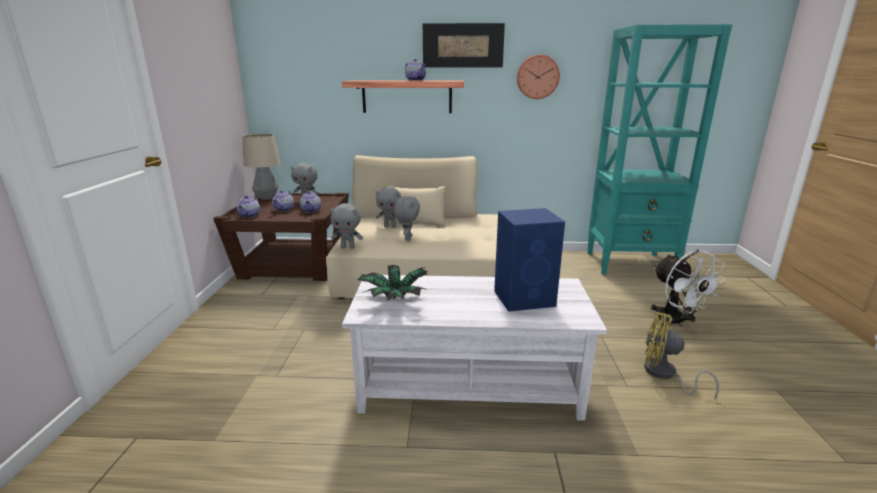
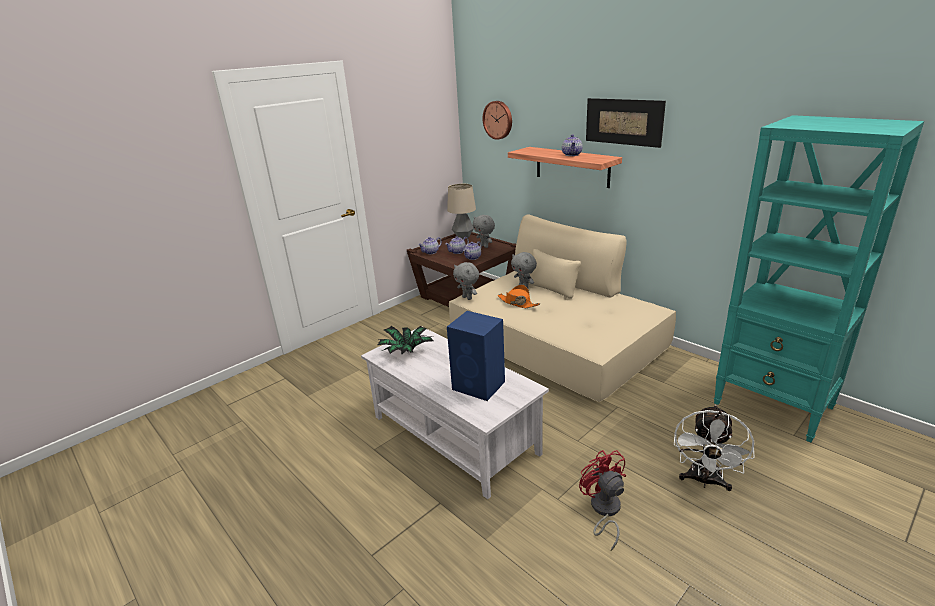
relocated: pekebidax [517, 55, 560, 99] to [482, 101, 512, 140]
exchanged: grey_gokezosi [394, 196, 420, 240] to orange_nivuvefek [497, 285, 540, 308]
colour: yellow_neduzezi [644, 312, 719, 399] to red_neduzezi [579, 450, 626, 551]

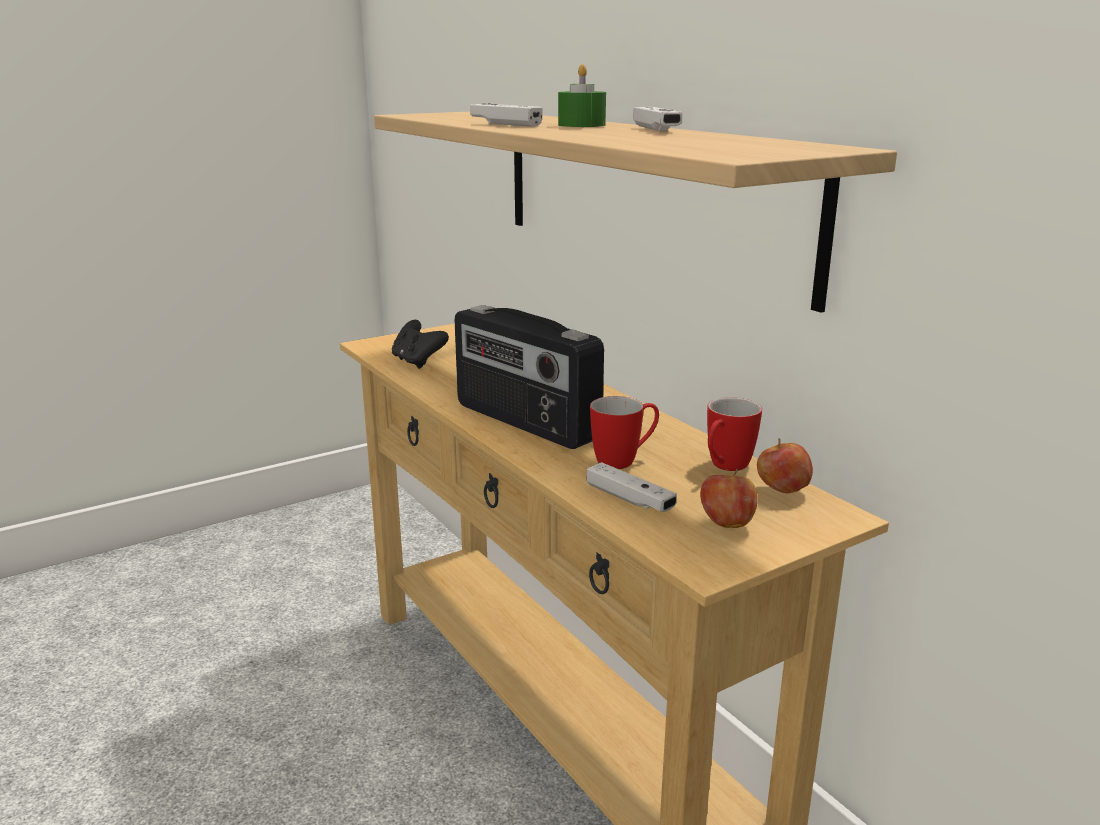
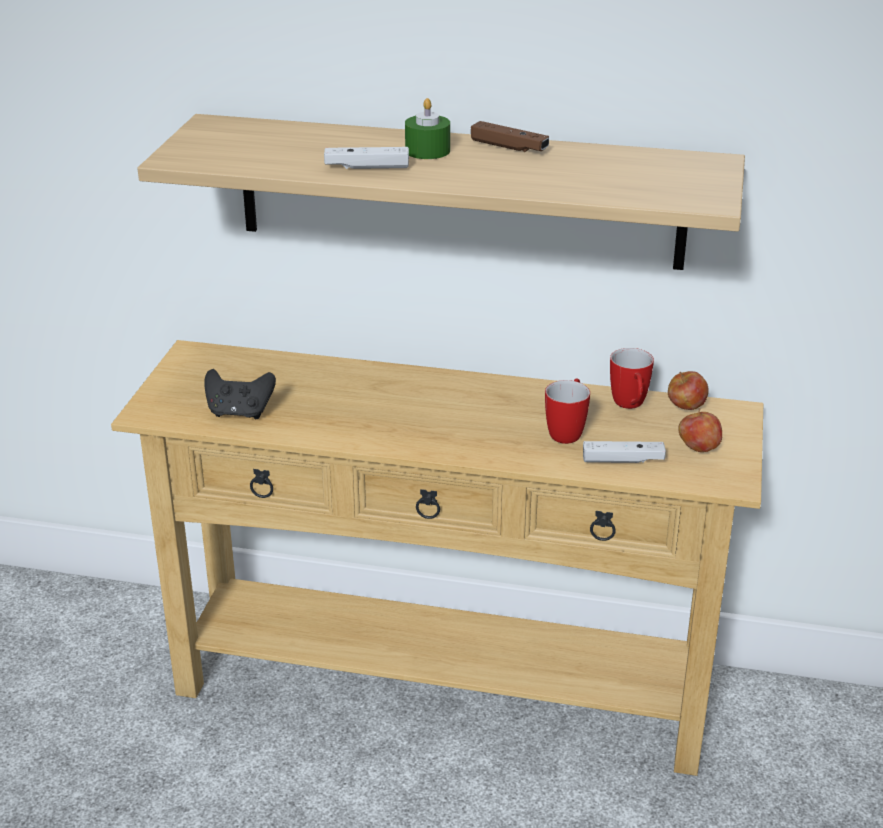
missing: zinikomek [455, 305, 604, 449]
colour: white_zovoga [634, 107, 682, 131] to brown_zovoga [471, 121, 549, 152]

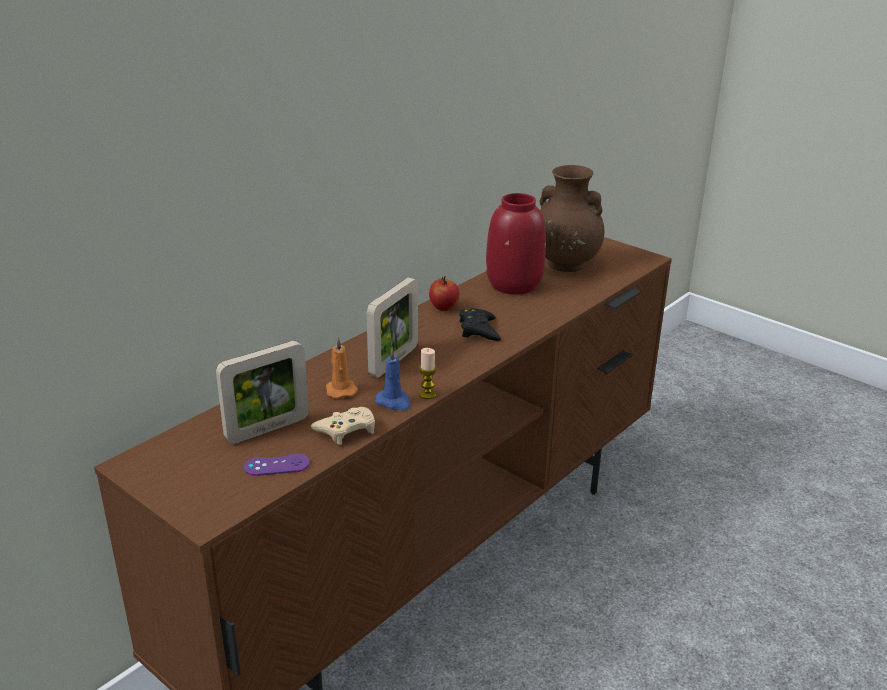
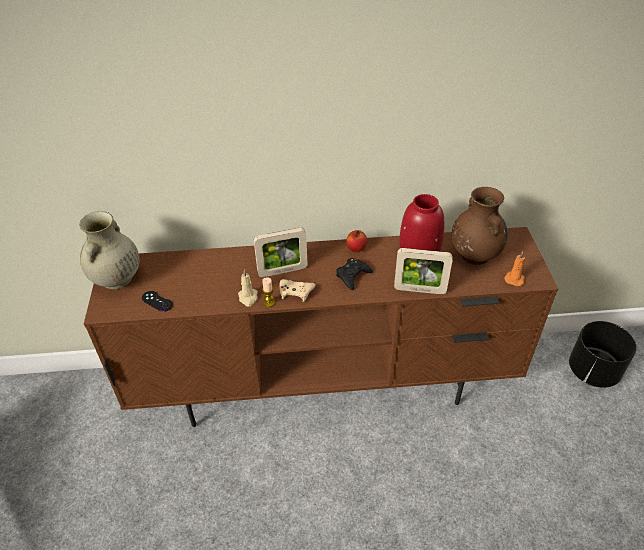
appeared: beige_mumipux [79, 211, 139, 289]; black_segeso [569, 321, 637, 388]
relocated: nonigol [216, 341, 309, 444] to [394, 248, 453, 294]; beige_zovoga [311, 407, 375, 445] to [279, 279, 316, 302]; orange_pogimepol [326, 337, 358, 398] to [504, 251, 525, 286]
colour: purple_zovoga [244, 454, 310, 476] to black_zovoga [142, 291, 173, 312]; blue_pogimepol [375, 348, 411, 410] to beige_pogimepol [238, 269, 258, 306]

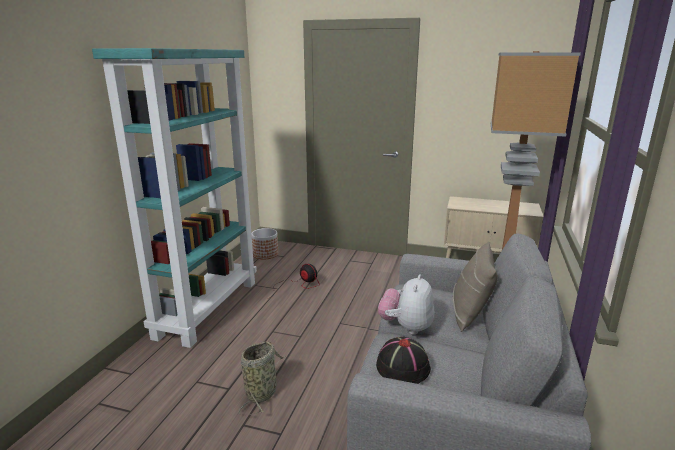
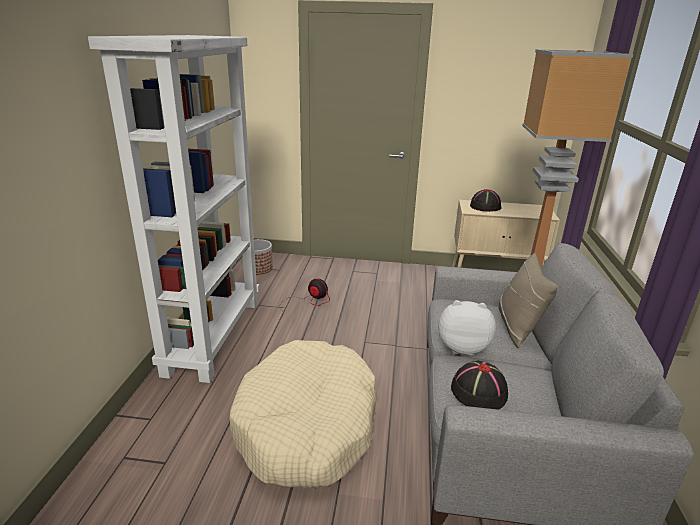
appeared: black_nivuvefek [470, 189, 501, 212]
exchanged: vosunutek [239, 342, 286, 415] to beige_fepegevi [229, 340, 377, 489]
colour: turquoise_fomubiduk [92, 48, 257, 348] to white_fomubiduk [88, 35, 260, 383]
spun: gokezosi [378, 274, 434, 335] = [438, 300, 496, 356] 90 degrees clockwise

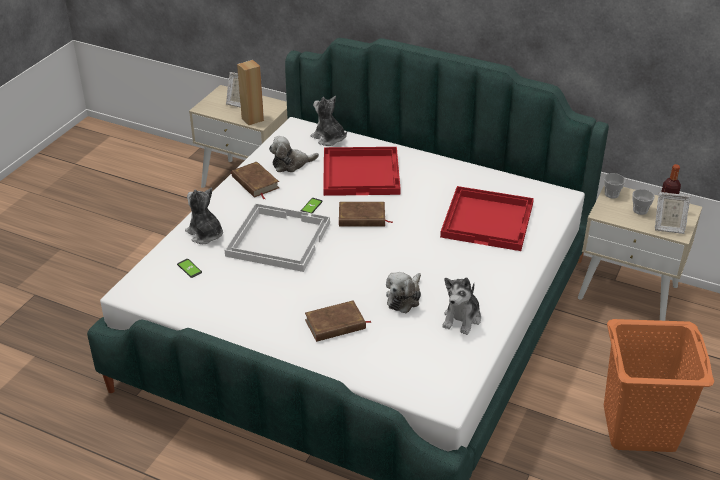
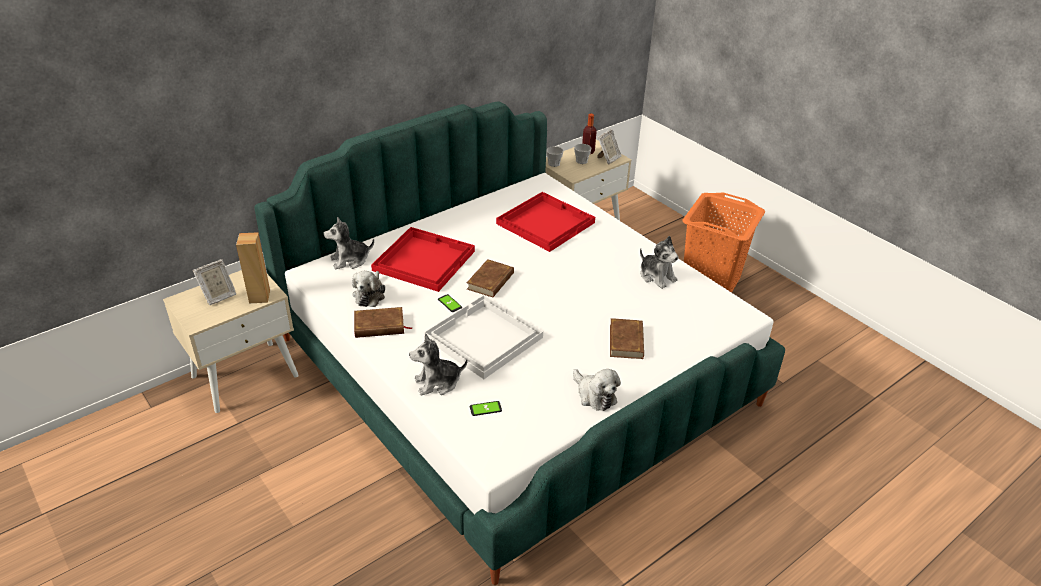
relocated: gokezosi [386, 272, 421, 314] to [573, 369, 621, 411]

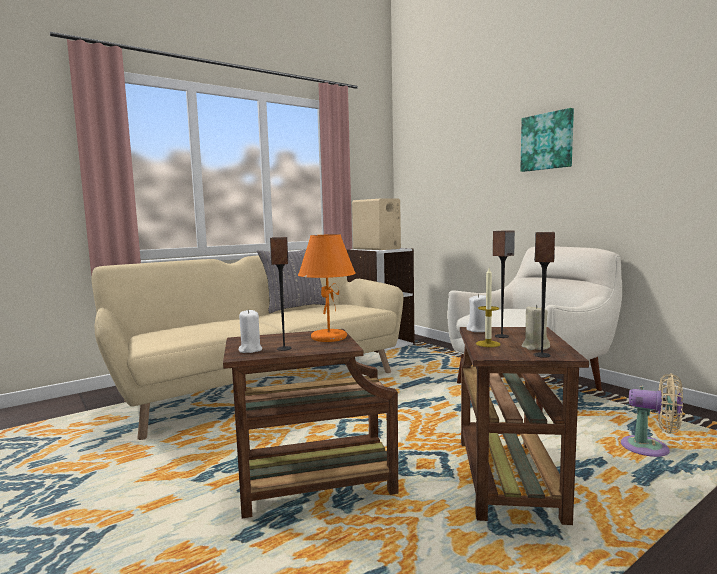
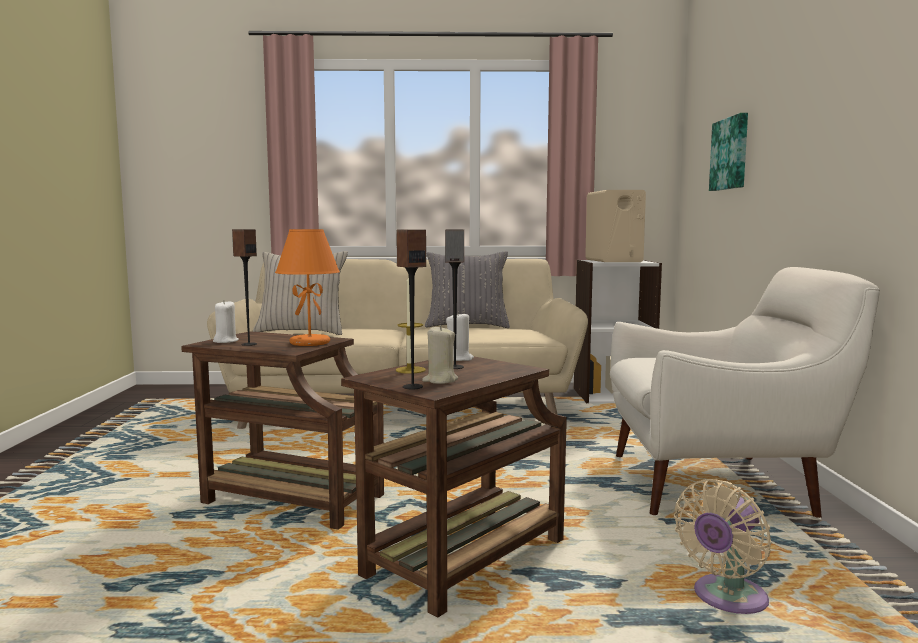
appeared: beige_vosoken [253, 251, 348, 335]
relocated: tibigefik [520, 108, 574, 172] to [709, 113, 748, 191]
spun: beige_neduzezi [621, 373, 683, 457] = [674, 479, 772, 614] 75 degrees clockwise

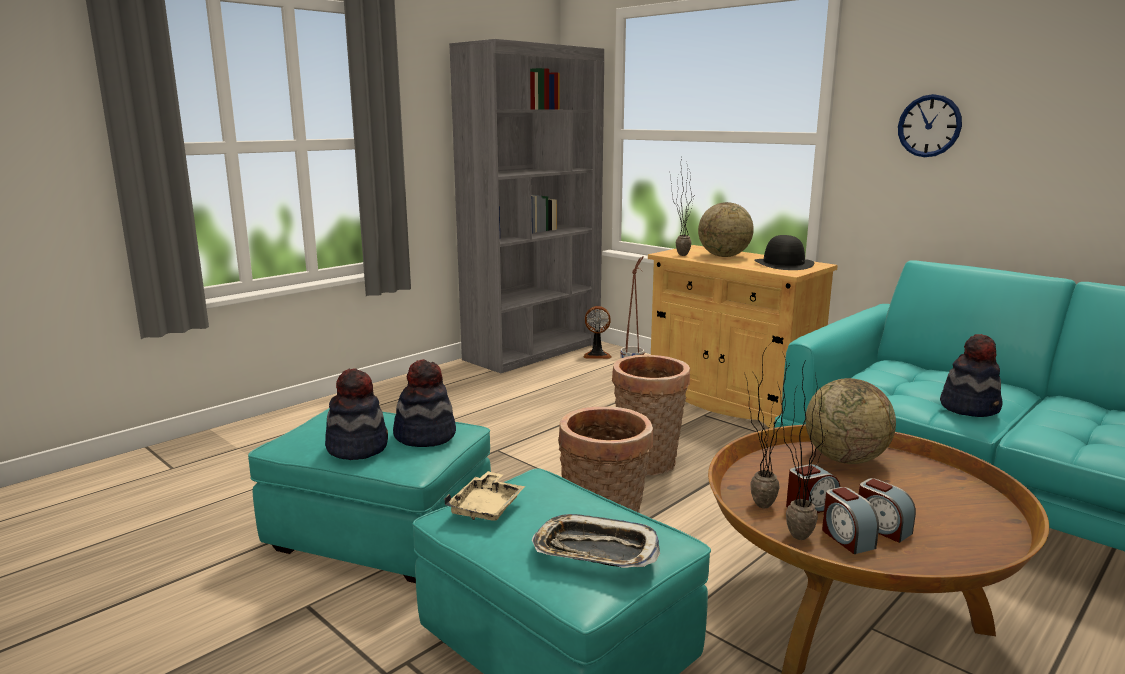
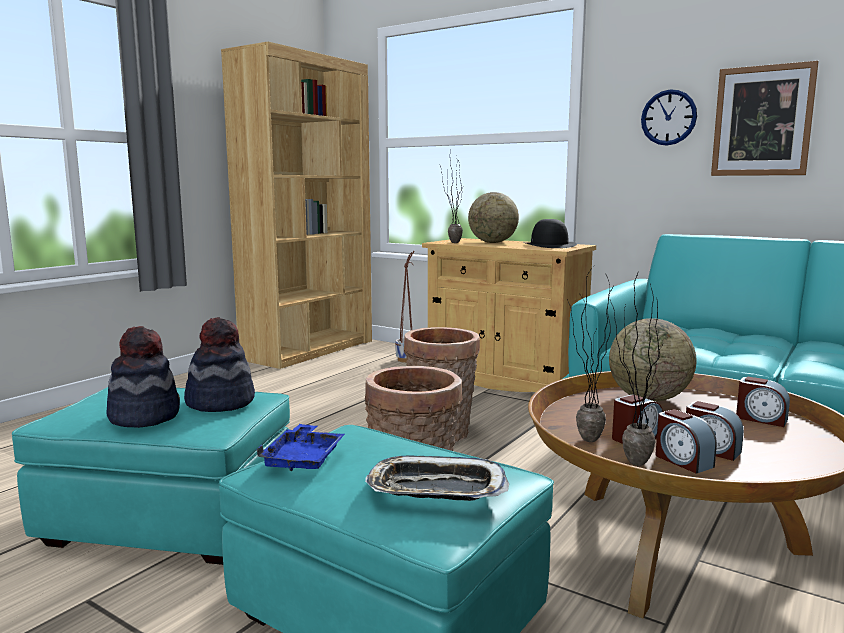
missing: neduzezi [583, 306, 612, 359]; nivuvefek [940, 334, 1003, 417]
appeared: tibigefik [711, 61, 819, 176]; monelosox [736, 377, 790, 427]
colour: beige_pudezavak [444, 471, 526, 521] to blue_pudezavak [256, 424, 345, 471]; grey_fomubiduk [449, 39, 604, 373] to brown_fomubiduk [221, 42, 372, 369]

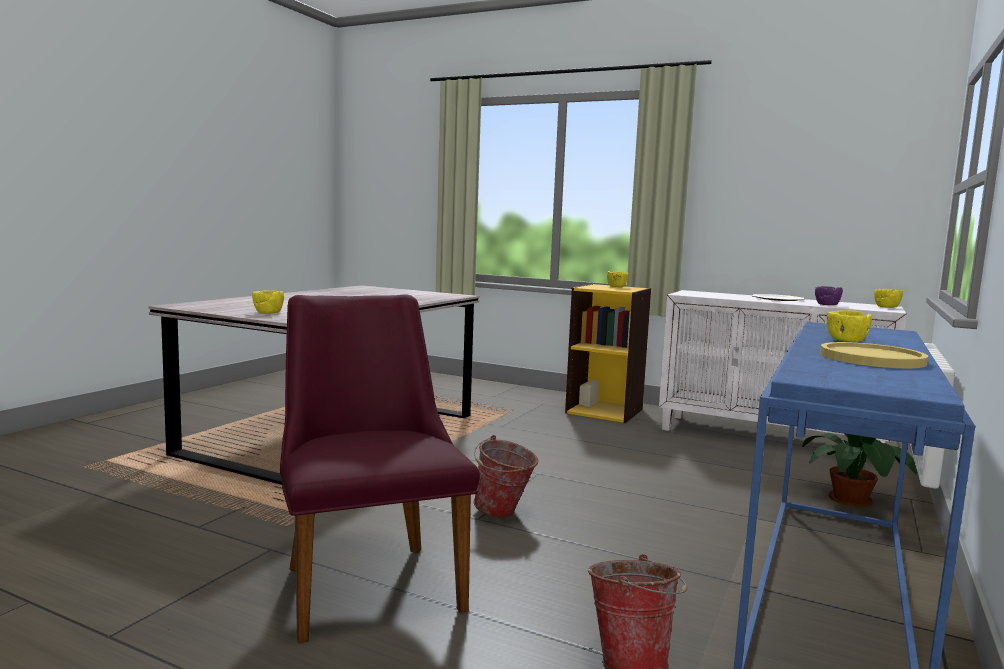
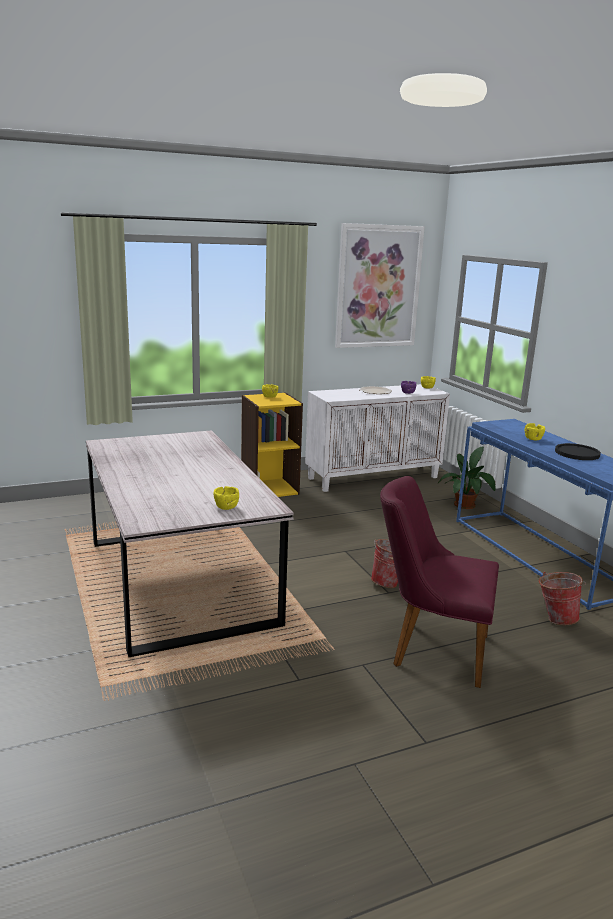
appeared: tibigefik [335, 223, 425, 348]
colour: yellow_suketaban [820, 342, 928, 368] to black_suketaban [555, 443, 601, 460]

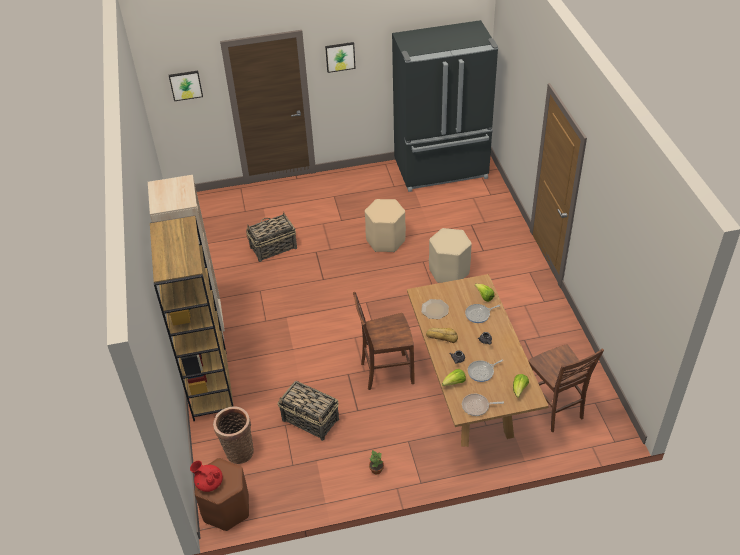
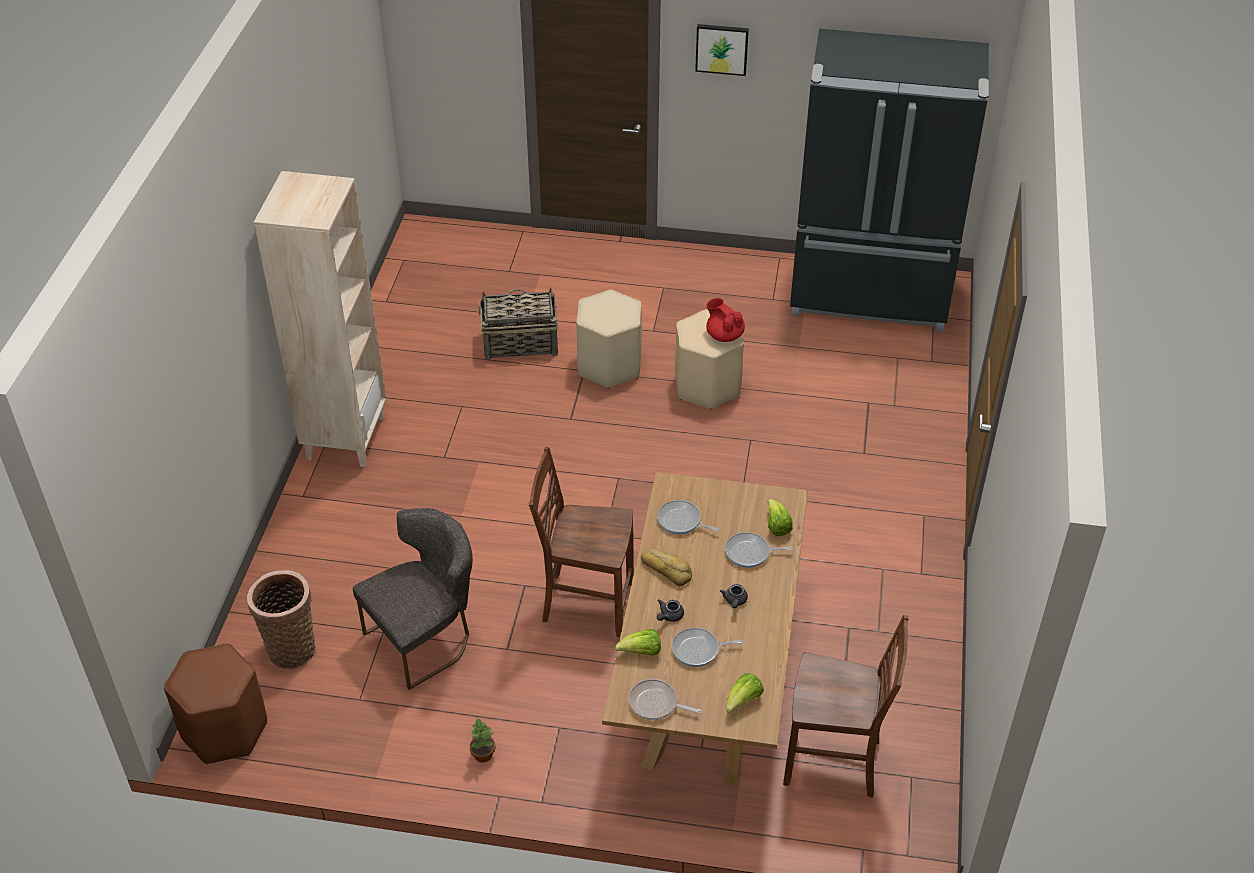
missing: brown_fomubiduk [150, 215, 234, 421]; tibigefik [169, 71, 203, 101]
relocated: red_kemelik [190, 461, 223, 492] to [706, 298, 745, 342]; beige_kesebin [429, 228, 472, 283] to [576, 290, 642, 389]
exchanged: vosunutek [278, 381, 339, 441] to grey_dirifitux [353, 508, 473, 690]; suketaban [421, 299, 449, 319] to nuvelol [657, 500, 719, 534]
spun: brown_dirifitux [528, 344, 604, 432] = [783, 615, 908, 797] 75 degrees counterclockwise

